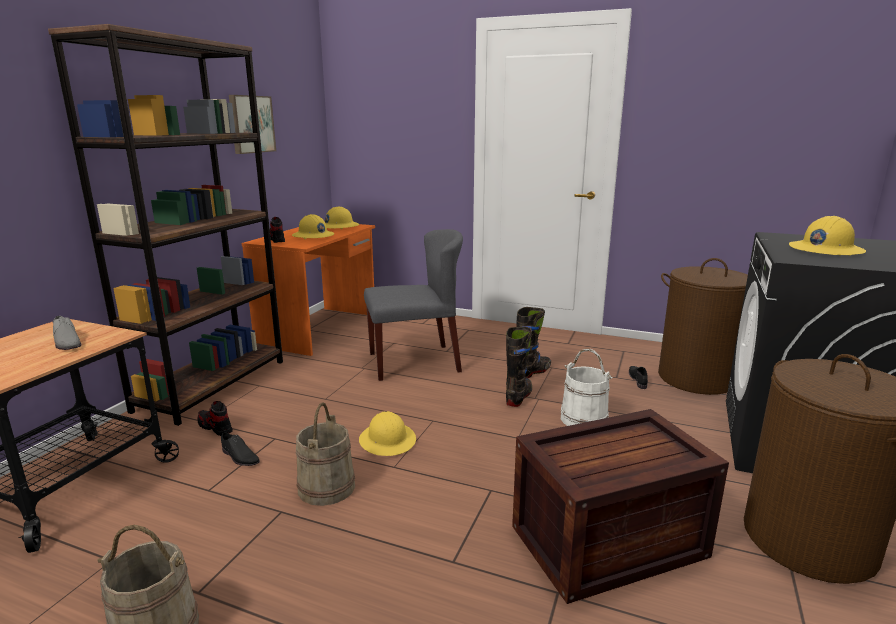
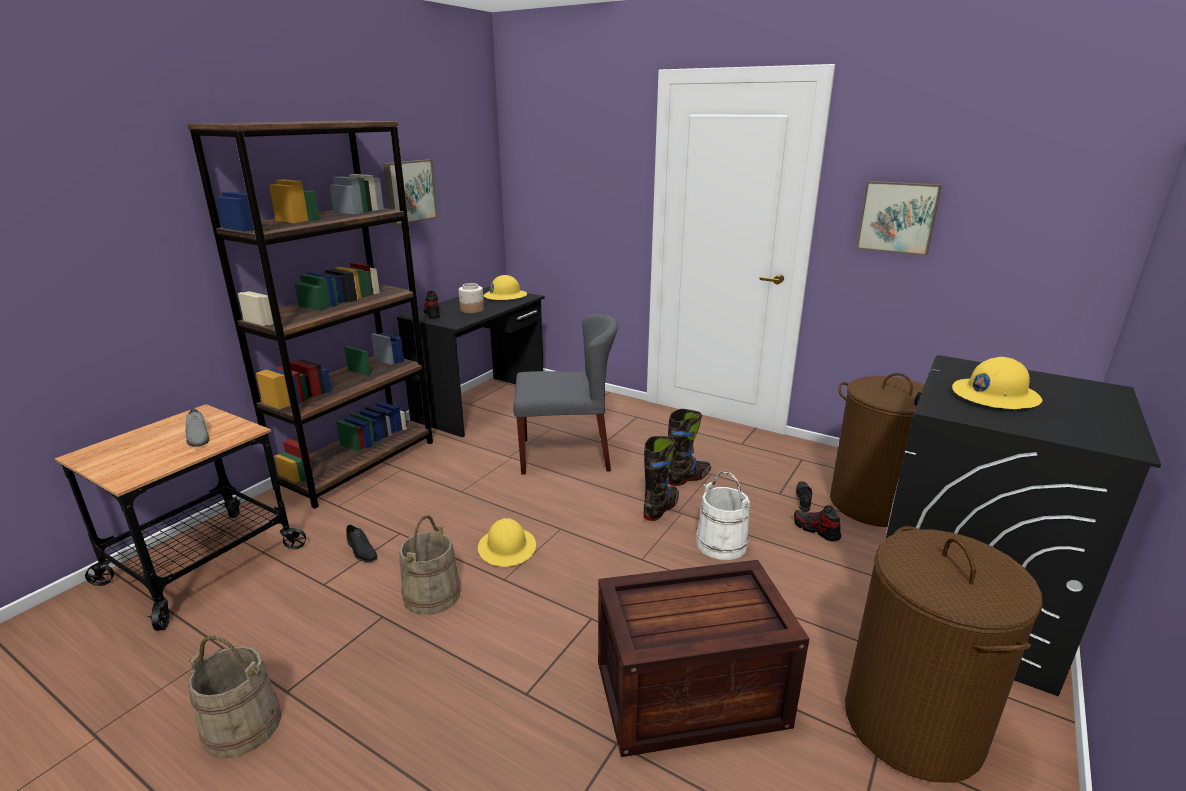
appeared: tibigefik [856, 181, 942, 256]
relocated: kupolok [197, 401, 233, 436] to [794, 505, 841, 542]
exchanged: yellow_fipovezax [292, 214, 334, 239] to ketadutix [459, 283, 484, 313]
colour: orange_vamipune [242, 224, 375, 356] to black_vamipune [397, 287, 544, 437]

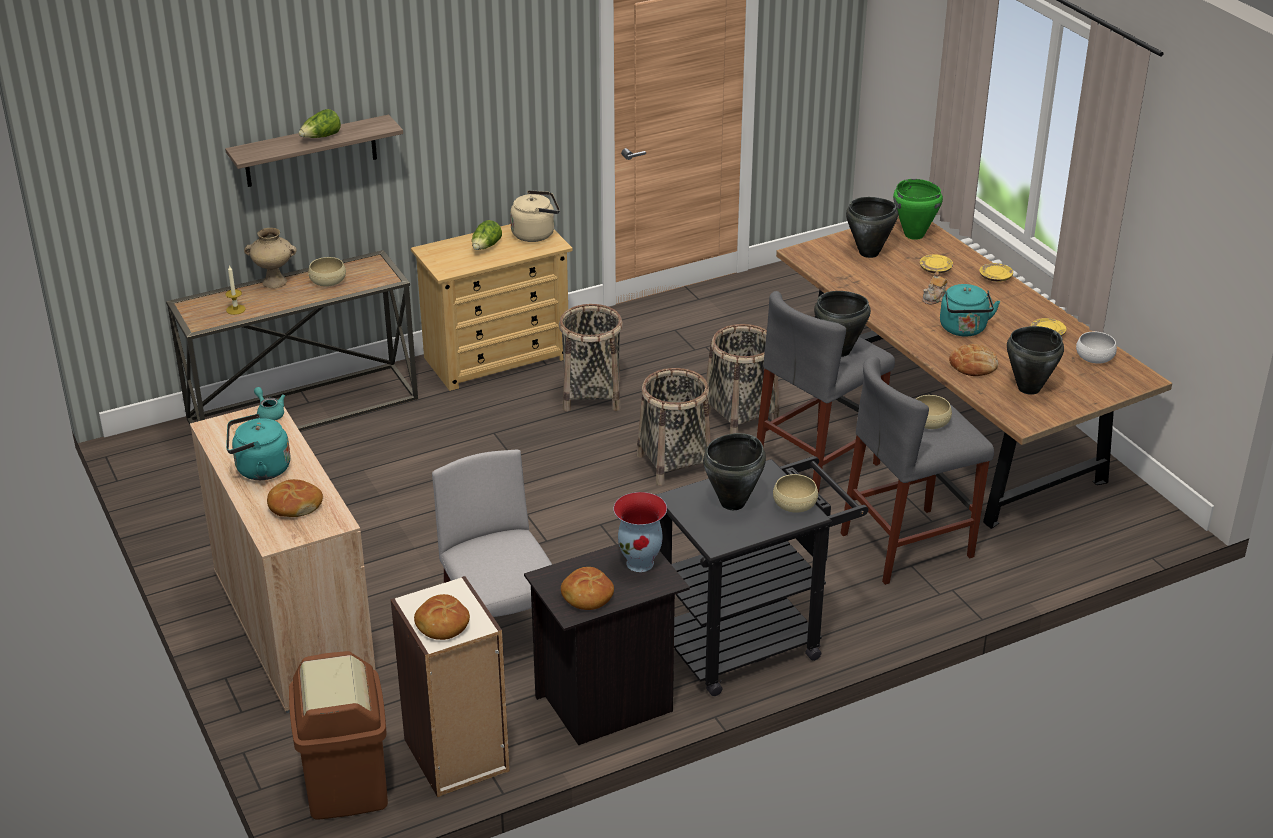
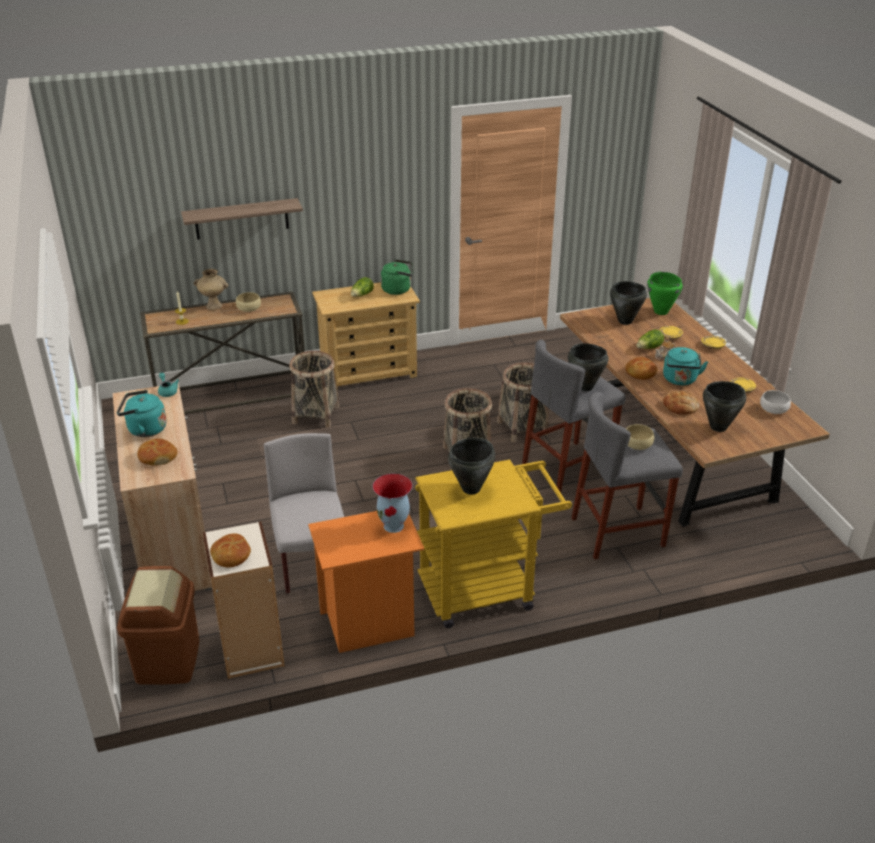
missing: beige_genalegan [773, 474, 818, 513]
relocated: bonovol [299, 109, 341, 138] to [637, 329, 664, 349]; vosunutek [559, 304, 623, 411] to [289, 351, 339, 428]; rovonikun [561, 567, 614, 610] to [625, 357, 657, 380]
colour: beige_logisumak [510, 190, 560, 242] to green_logisumak [381, 259, 413, 295]; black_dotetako [524, 544, 690, 745] to orange_dotetako [308, 511, 424, 653]; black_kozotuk [656, 456, 868, 696] to yellow_kozotuk [415, 460, 572, 628]

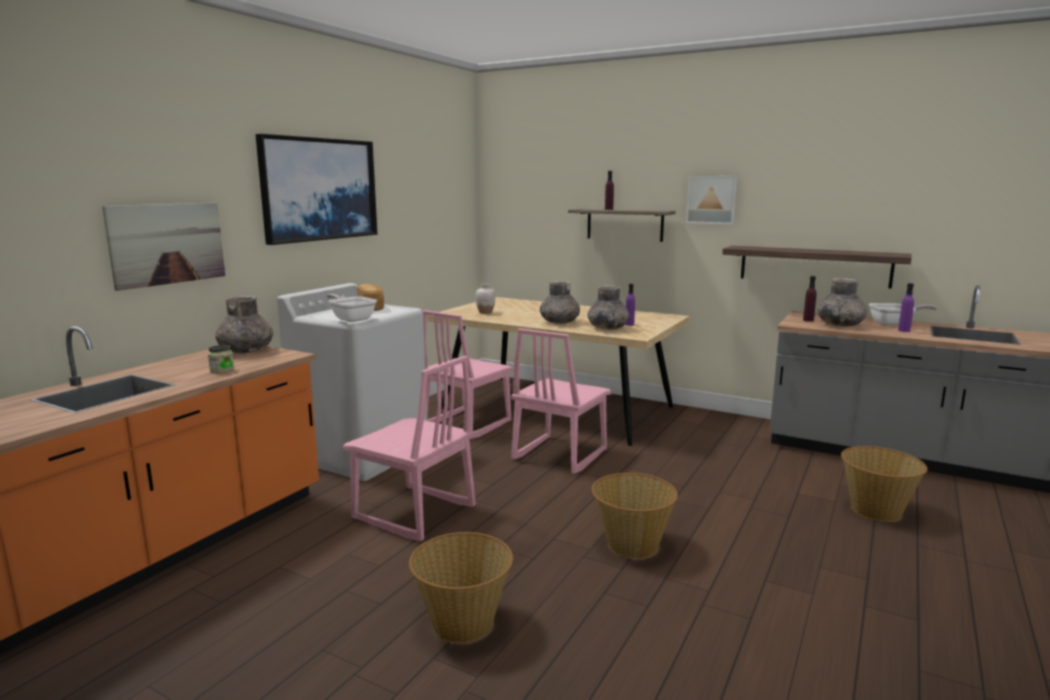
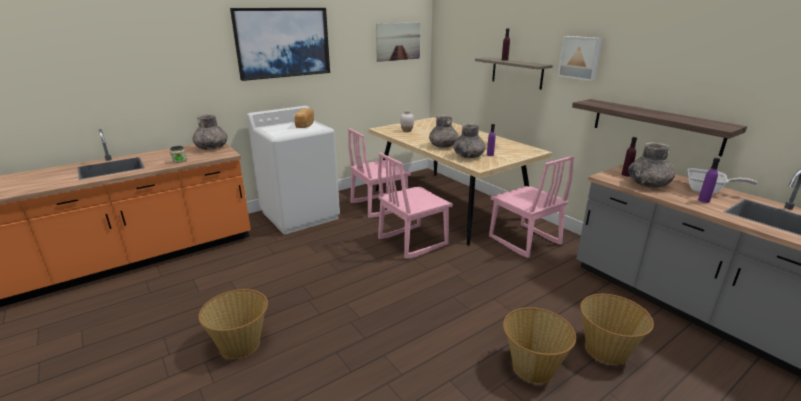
missing: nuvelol [326, 294, 377, 322]
relocated: tibigefik [102, 203, 225, 291] to [376, 22, 420, 62]; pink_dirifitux [343, 356, 476, 541] to [489, 156, 574, 258]; vosunutek [592, 473, 678, 559] to [503, 307, 576, 384]

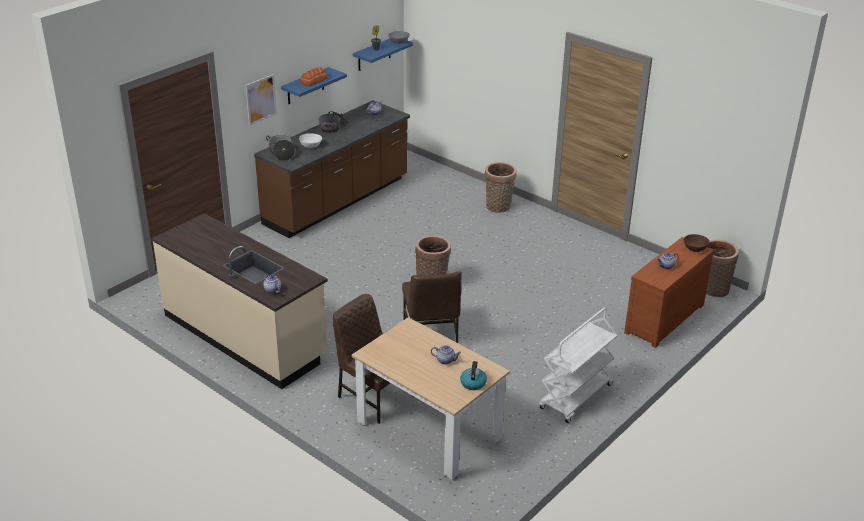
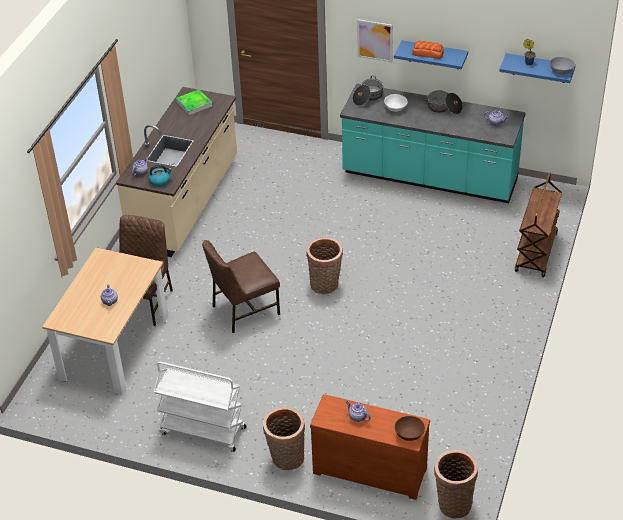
appeared: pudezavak [176, 89, 212, 115]; brown_kozotuk [515, 173, 562, 277]
relocated: logisumak [460, 361, 487, 390] to [148, 165, 172, 186]; vosunutek [485, 162, 517, 213] to [263, 407, 305, 470]
colour: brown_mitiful [254, 100, 410, 238] to turquoise_mitiful [340, 83, 526, 203]

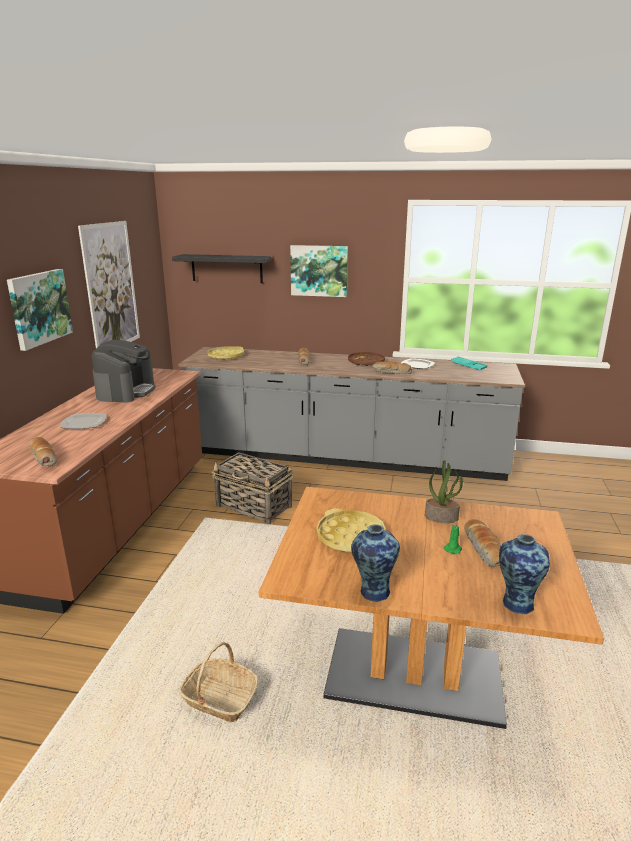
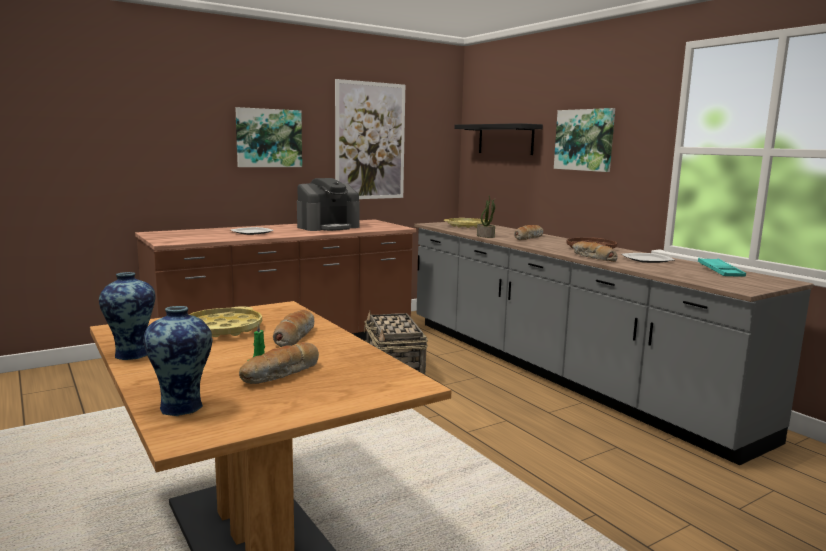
missing: vosunutek [179, 642, 258, 722]
relocated: rovonikun [30, 437, 57, 467] to [273, 310, 314, 347]; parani [425, 460, 463, 523] to [477, 196, 496, 238]

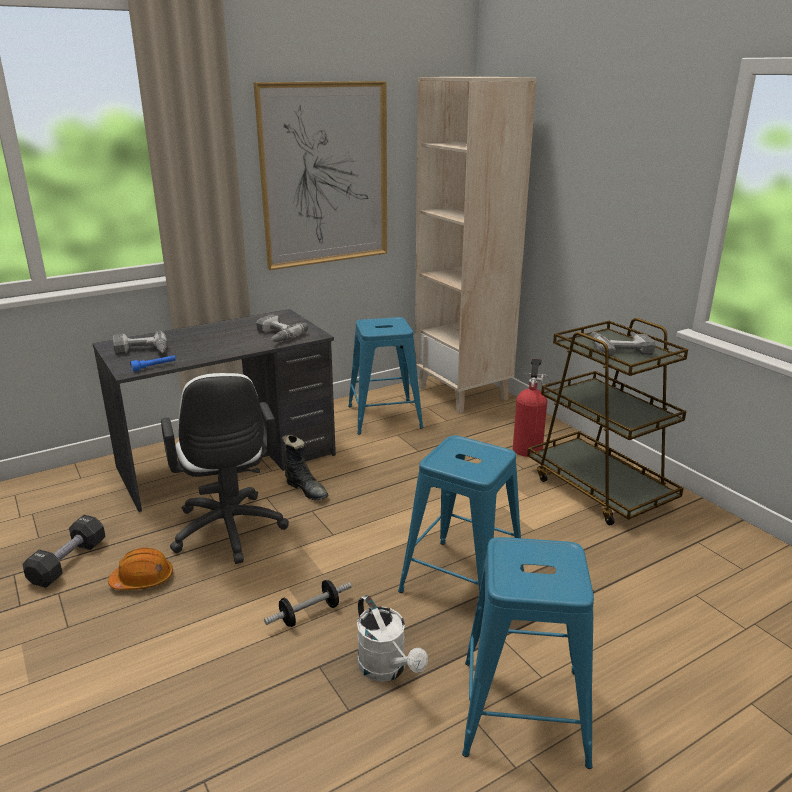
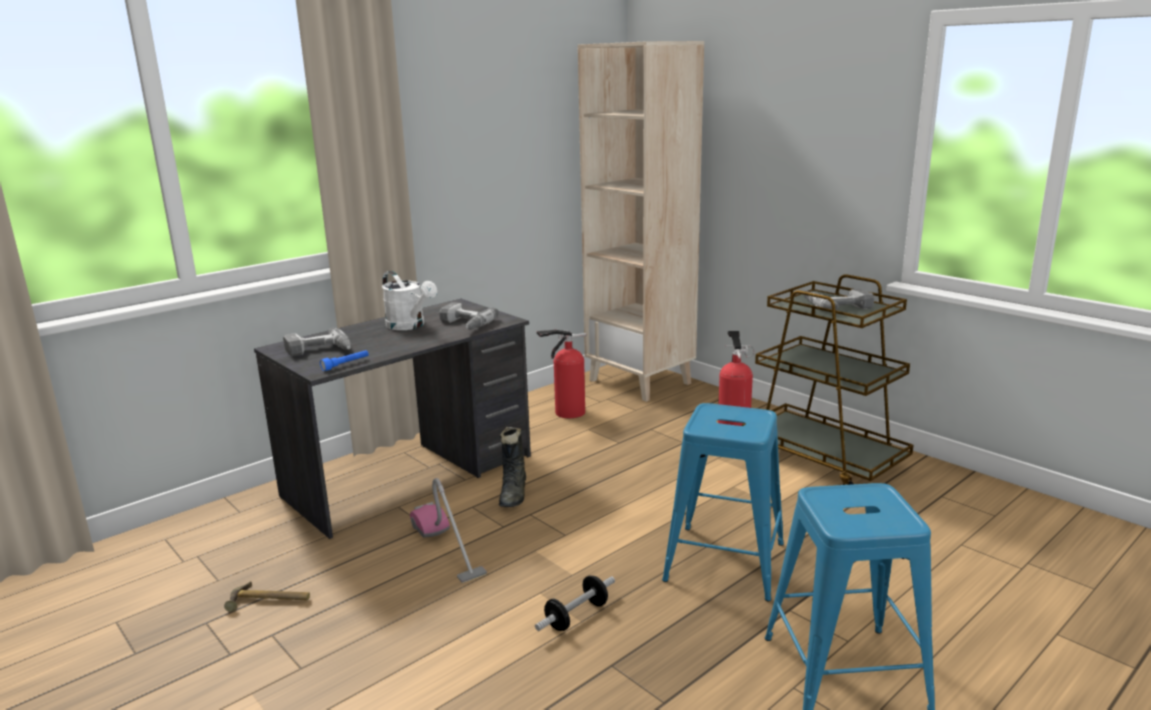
missing: orange_fipovezax [108, 548, 173, 590]; tibigefik [253, 81, 387, 270]
relocated: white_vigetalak [357, 595, 428, 682] to [382, 271, 437, 330]
exchanged: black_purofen [22, 515, 106, 588] to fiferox [224, 581, 310, 612]; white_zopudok [161, 373, 289, 564] to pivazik [410, 478, 487, 583]; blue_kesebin [348, 317, 423, 435] to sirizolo [537, 330, 586, 418]
spun: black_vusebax [282, 435, 328, 500] = [499, 427, 526, 507] 60 degrees clockwise

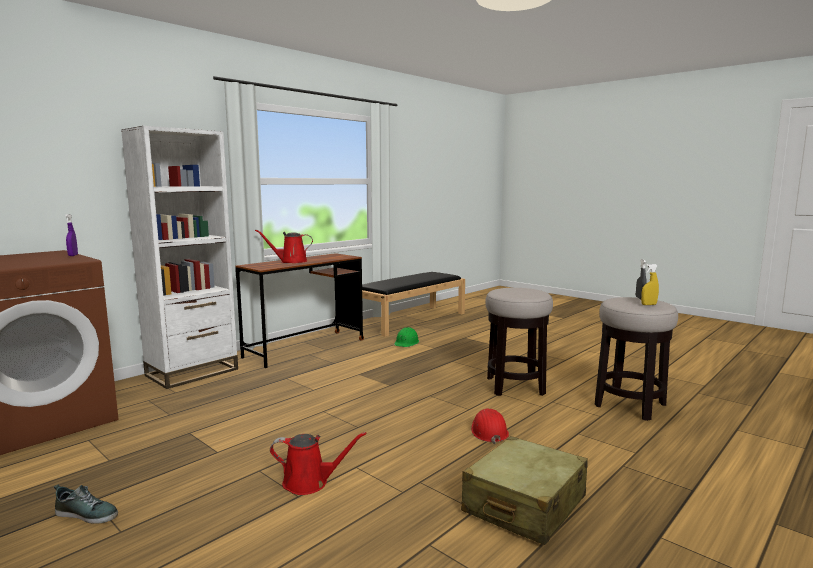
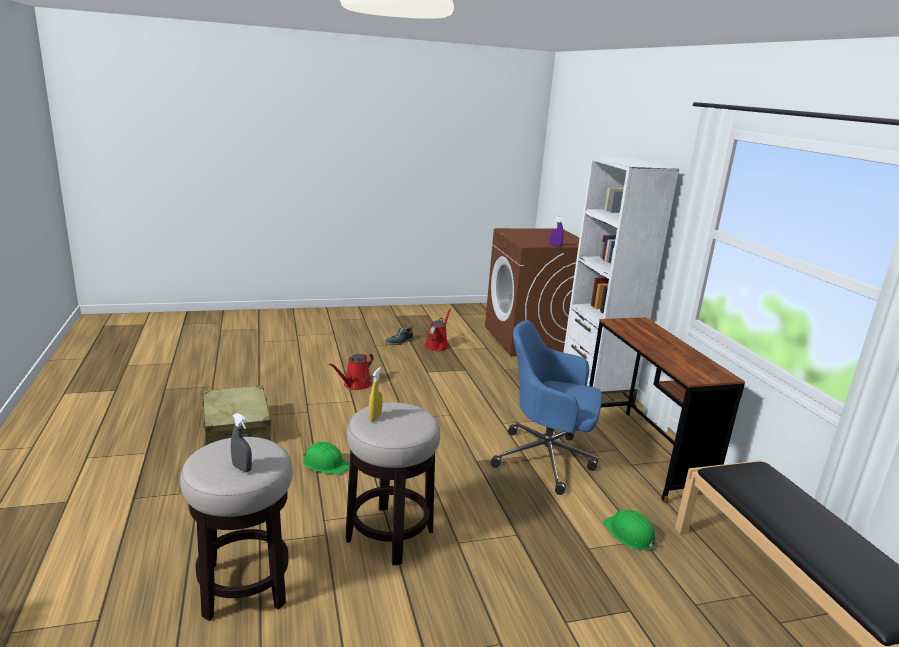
appeared: blue_zopudok [491, 320, 602, 495]
relocated: red_vigetalak [255, 230, 313, 263] to [425, 308, 451, 351]; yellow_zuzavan [641, 264, 659, 305] to [369, 367, 382, 421]
colour: red_fipovezax [471, 408, 509, 444] to green_fipovezax [303, 442, 350, 475]

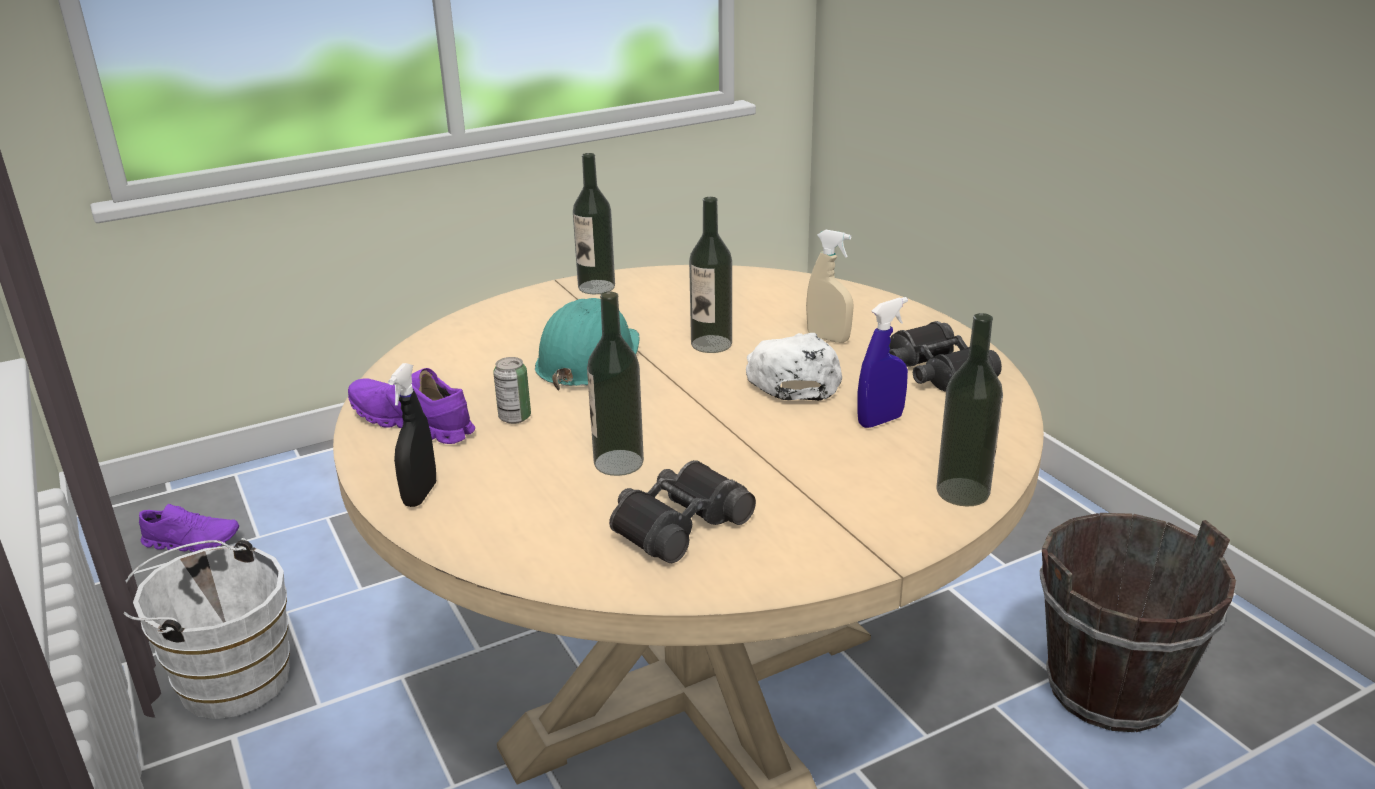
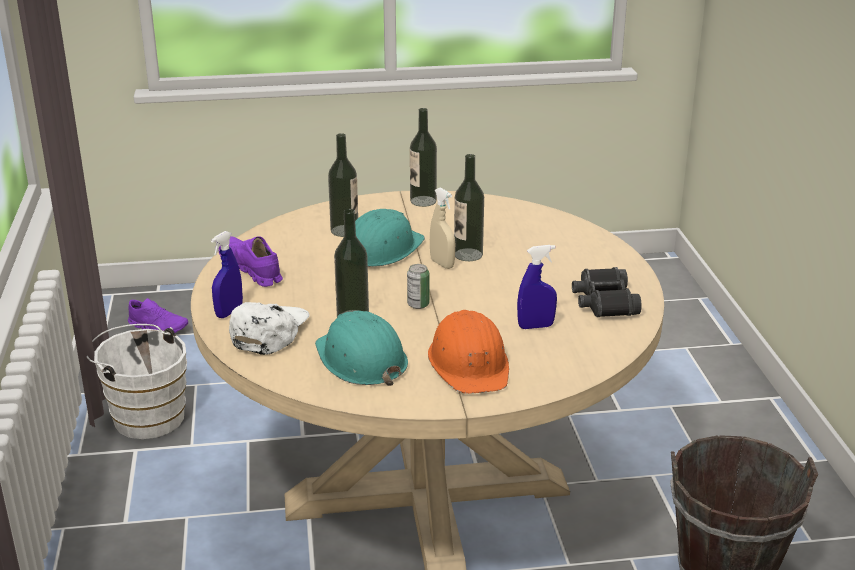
appeared: orange_fipovezax [428, 310, 509, 394]
relocated: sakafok [493, 357, 531, 424] to [407, 264, 429, 309]; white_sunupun [746, 333, 842, 401] to [229, 302, 310, 355]; beige_zuzavan [806, 230, 853, 343] to [430, 188, 455, 269]; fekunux [936, 313, 1003, 506] to [328, 133, 358, 237]
exchanged: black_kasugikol [609, 460, 756, 563] to turquoise_fipovezax [315, 311, 408, 386]
colour: black_zuzavan [388, 363, 436, 507] to blue_zuzavan [211, 231, 243, 318]

